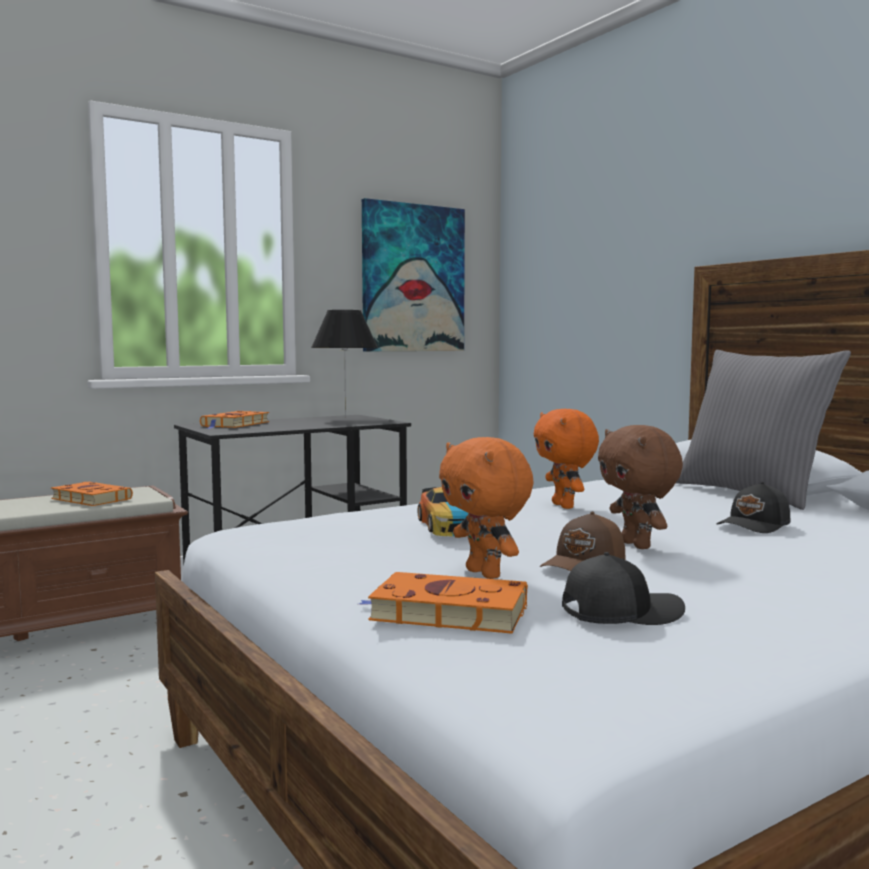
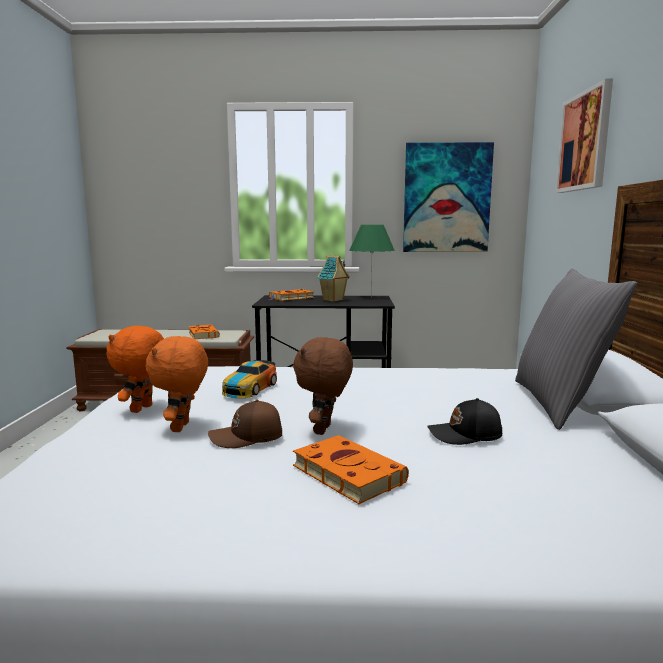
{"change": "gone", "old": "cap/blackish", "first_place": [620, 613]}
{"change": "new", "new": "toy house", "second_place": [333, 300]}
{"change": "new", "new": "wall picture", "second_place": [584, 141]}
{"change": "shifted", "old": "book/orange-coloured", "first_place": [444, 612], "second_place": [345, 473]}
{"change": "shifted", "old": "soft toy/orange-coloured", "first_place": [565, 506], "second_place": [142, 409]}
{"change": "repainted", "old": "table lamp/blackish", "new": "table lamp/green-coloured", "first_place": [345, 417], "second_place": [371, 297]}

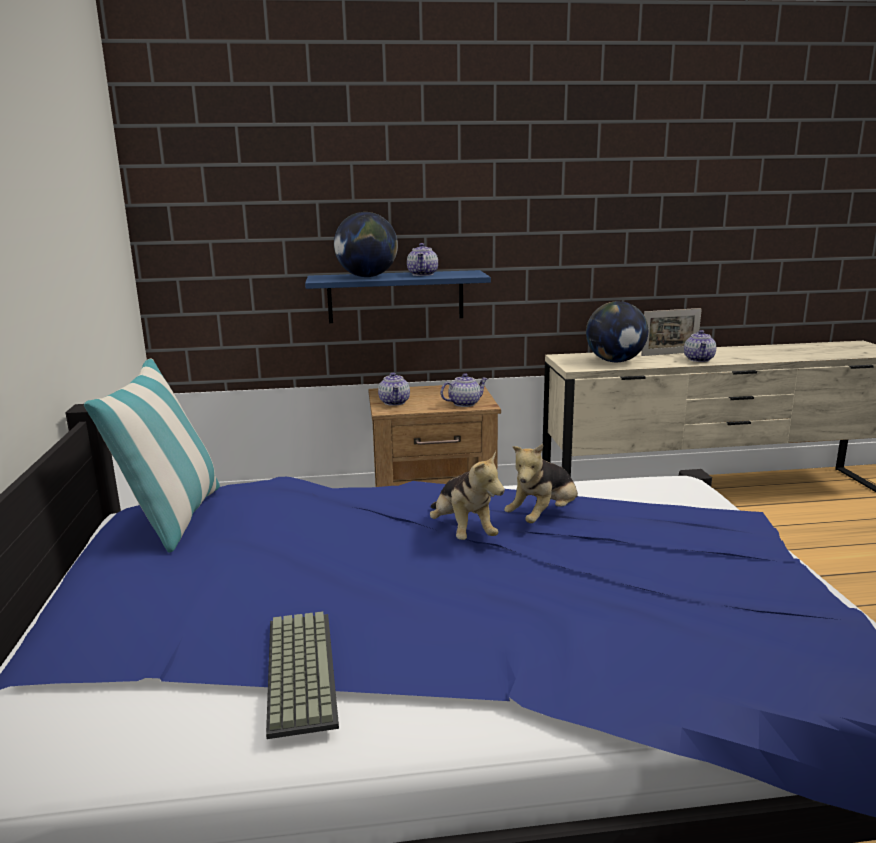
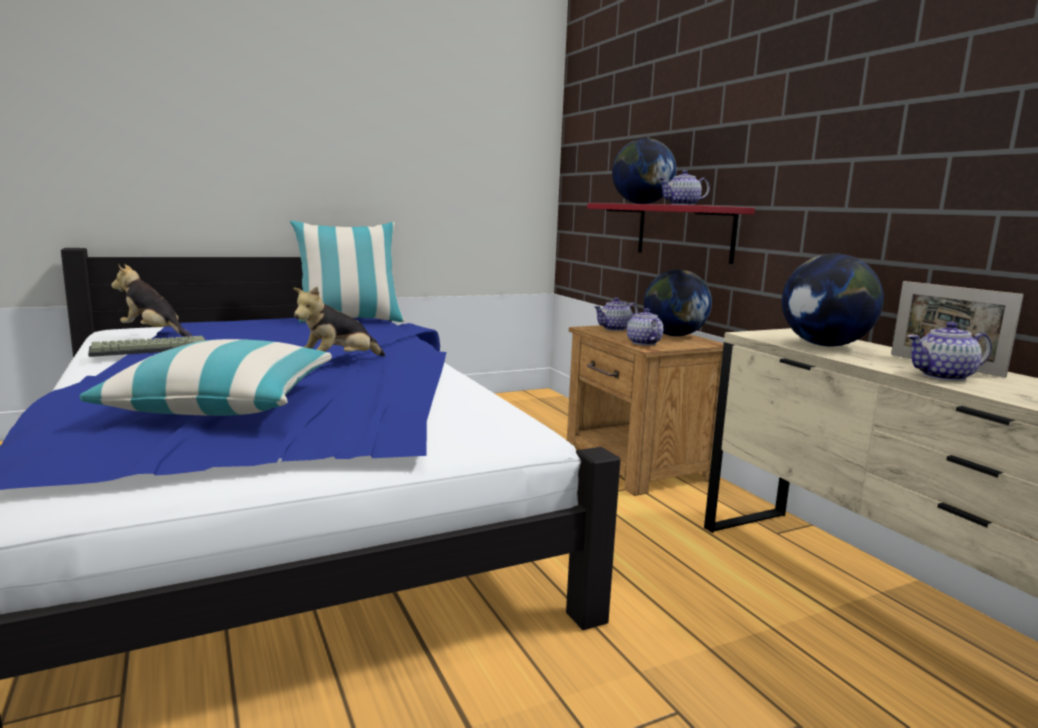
{"change": "new", "new": "throw pillow", "second_place": [224, 403]}
{"change": "new", "new": "globe", "second_place": [674, 335]}
{"change": "shifted", "old": "soft toy", "first_place": [544, 516], "second_place": [154, 333]}
{"change": "repainted", "old": "shelf/blue", "new": "shelf/reddish", "first_place": [395, 296], "second_place": [684, 232]}
{"change": "rotated", "old": "teapot", "first_place": [464, 403], "second_place": [643, 343], "degrees": -150}

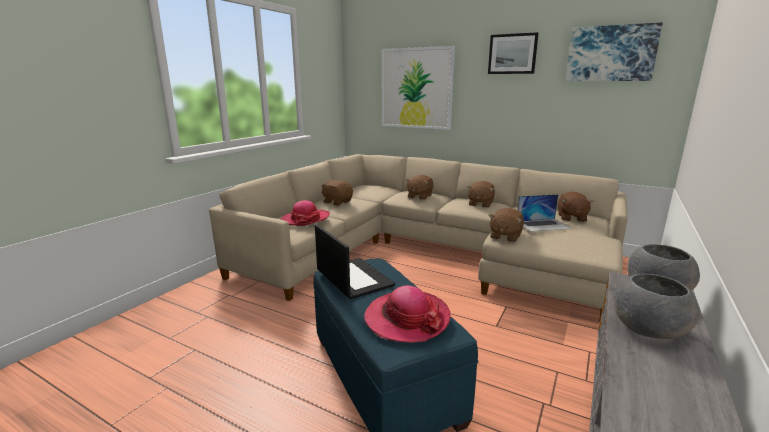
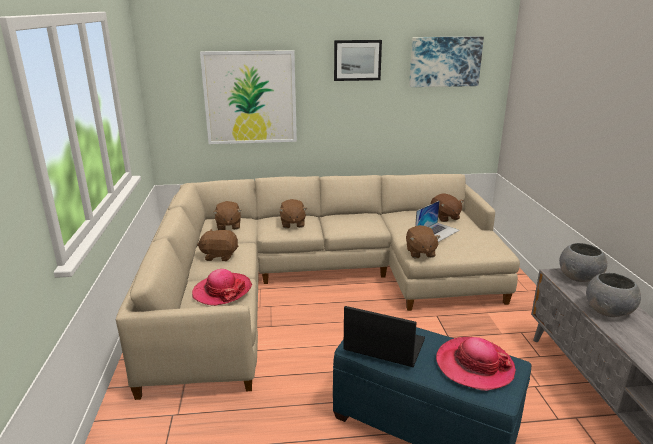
{"change": "shifted", "old": "soft toy/brownish", "first_place": [480, 204], "second_place": [228, 226]}

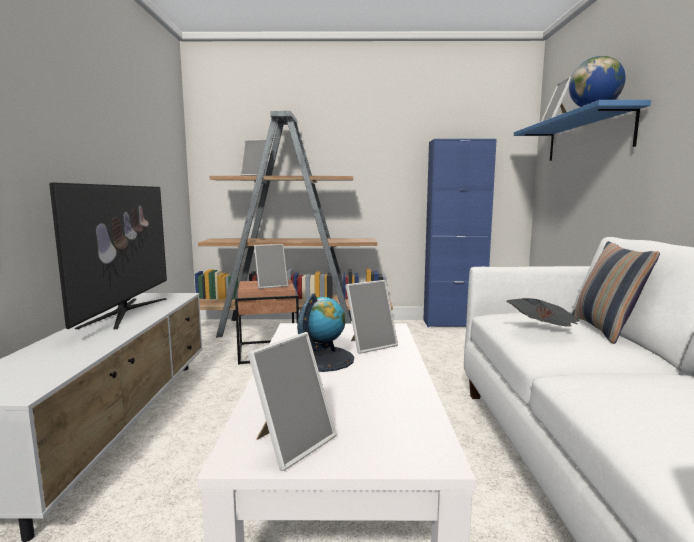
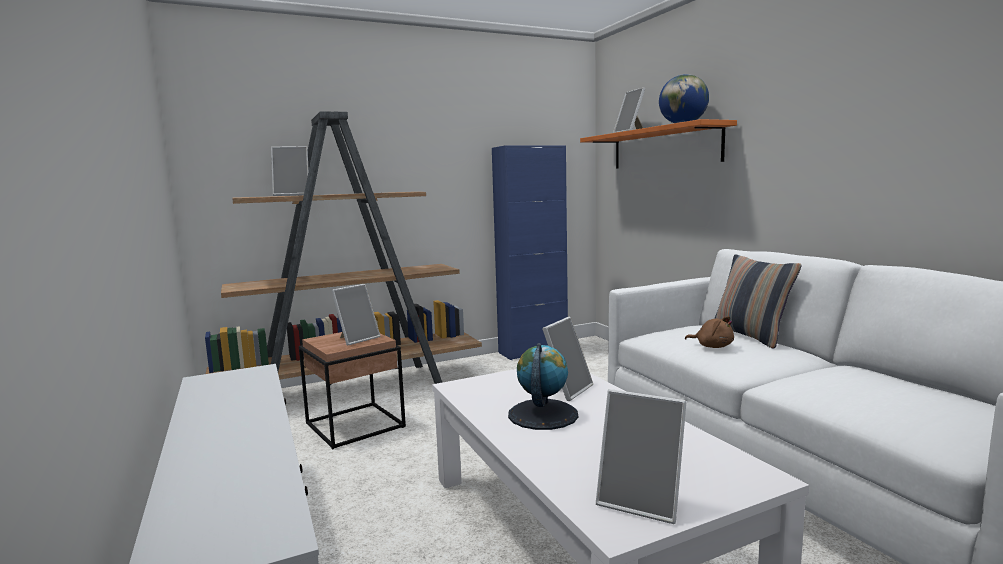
{"change": "gone", "old": "TV set", "first_place": [125, 312]}
{"change": "swapped", "old": "daily paper", "new": "soft toy/brownish", "first_place": [543, 331], "second_place": [712, 346]}
{"change": "repainted", "old": "shelf/blue", "new": "shelf/orange-coloured", "first_place": [587, 137], "second_place": [664, 148]}
{"change": "rotated", "old": "standing frame", "first_place": [292, 443], "second_place": [642, 501], "degrees": 105}

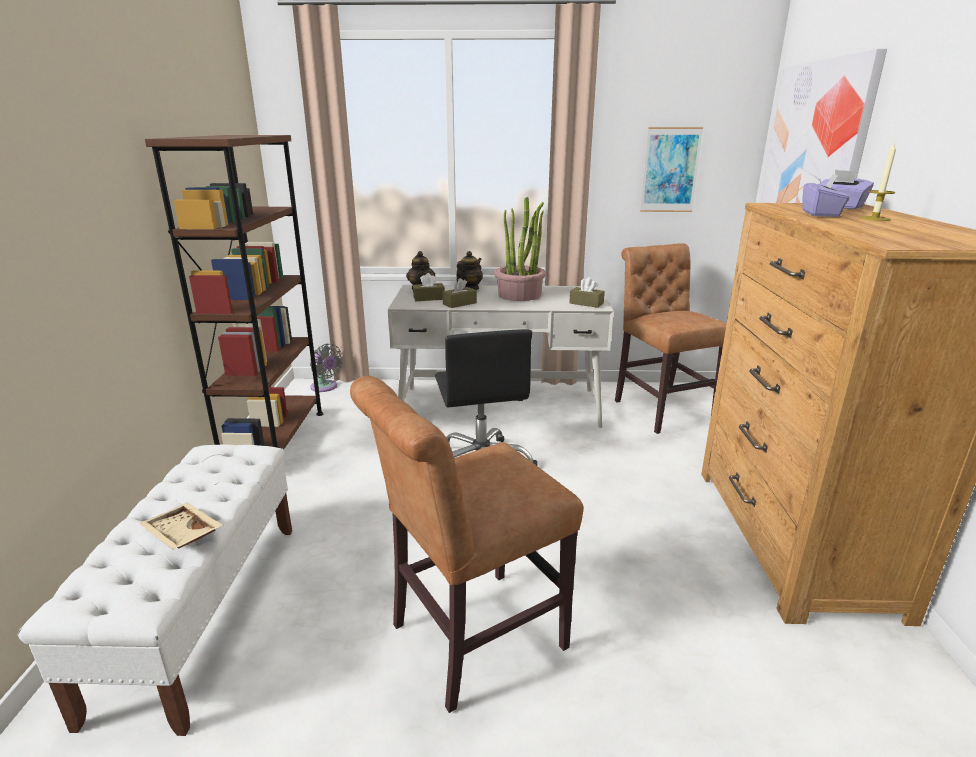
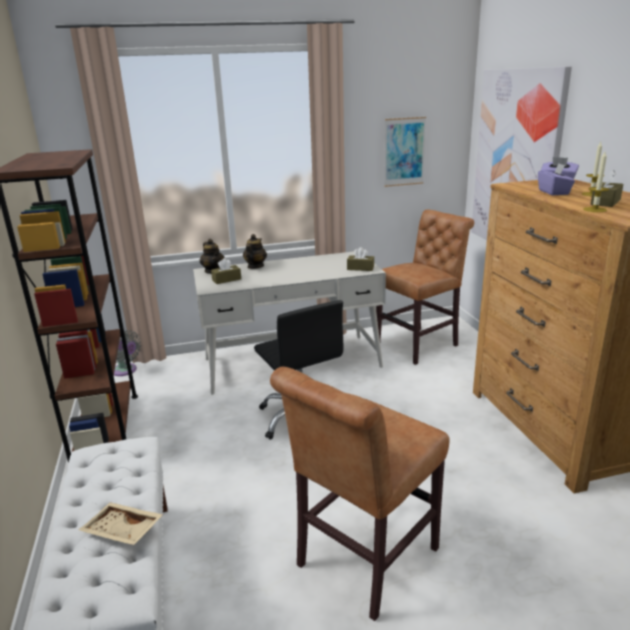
{"change": "gone", "old": "houseplant", "first_place": [519, 295]}
{"change": "new", "new": "candle", "second_place": [595, 209]}
{"change": "shifted", "old": "box of tissues/brownish", "first_place": [459, 303], "second_place": [605, 202]}
{"change": "rotated", "old": "chair/brownish", "first_place": [660, 409], "second_place": [420, 344], "degrees": 90}

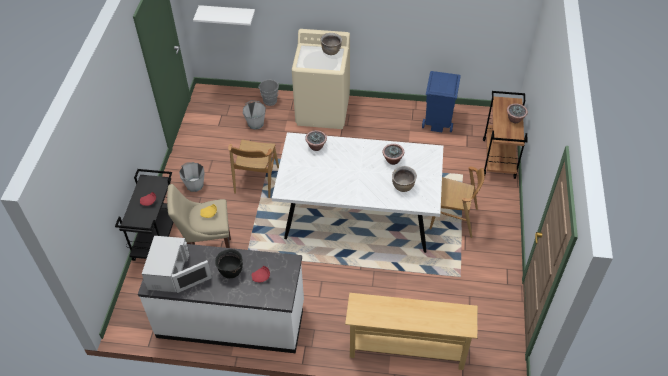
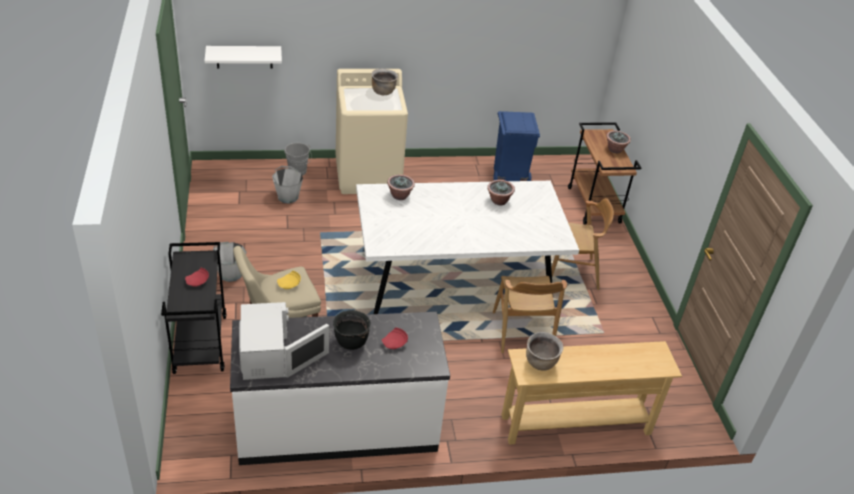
{"change": "shifted", "old": "chair/brownish", "first_place": [256, 180], "second_place": [521, 332]}
{"change": "shifted", "old": "cooking pot/brownish", "first_place": [403, 187], "second_place": [541, 363]}

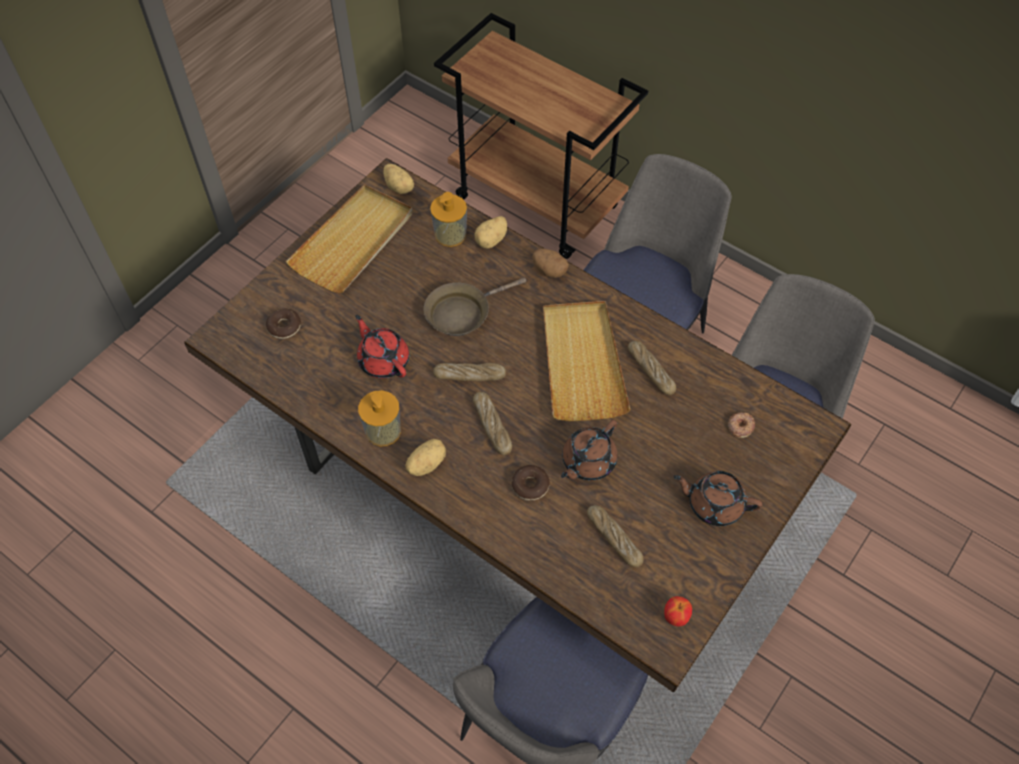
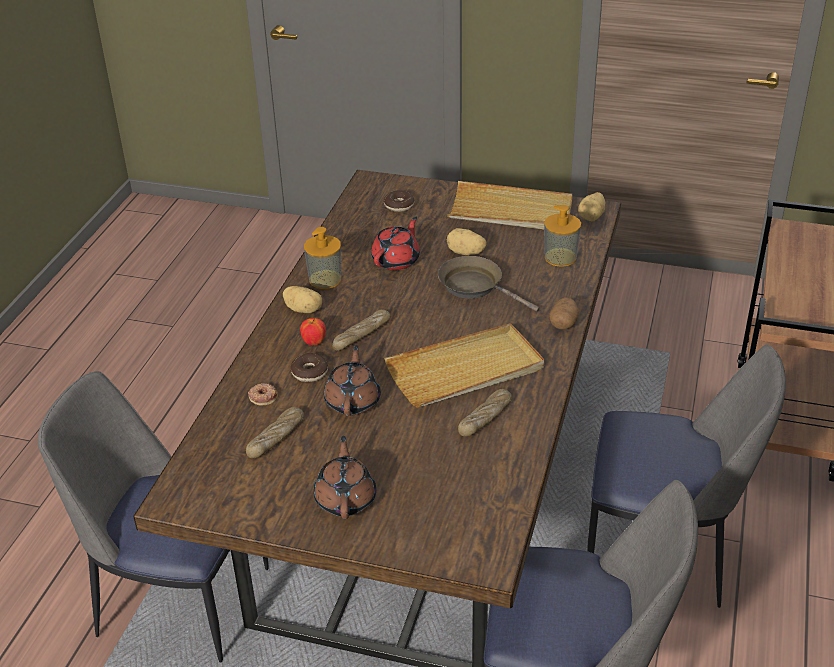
{"change": "gone", "old": "baked bread", "first_place": [469, 375]}
{"change": "shifted", "old": "whole potato", "first_place": [492, 240], "second_place": [466, 253]}
{"change": "shifted", "old": "apple", "first_place": [675, 617], "second_place": [314, 342]}
{"change": "shifted", "old": "donut", "first_place": [740, 426], "second_place": [263, 396]}
{"change": "rotated", "old": "teapot/brownish", "first_place": [587, 461], "second_place": [353, 401], "degrees": 75}

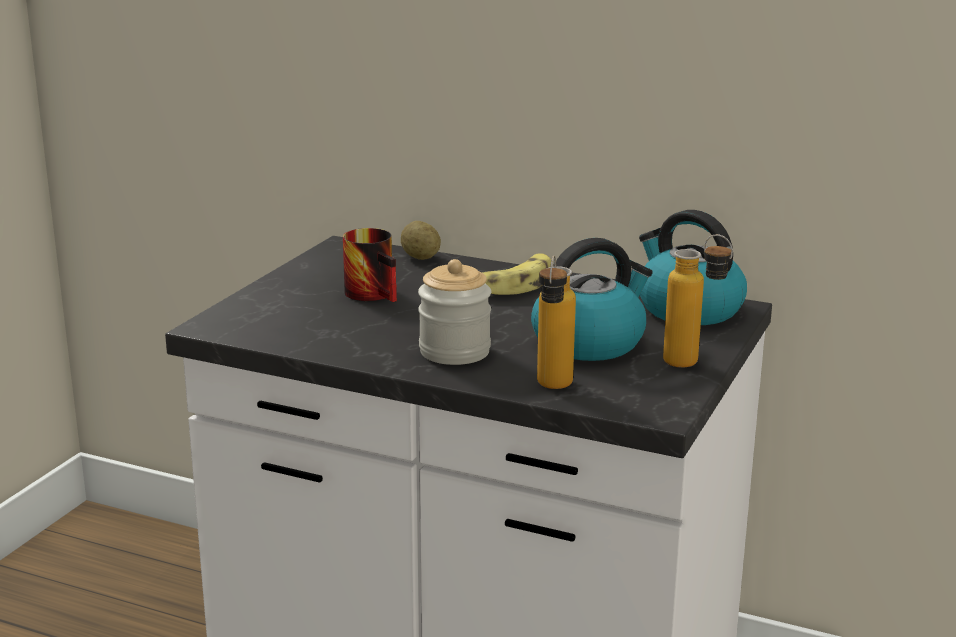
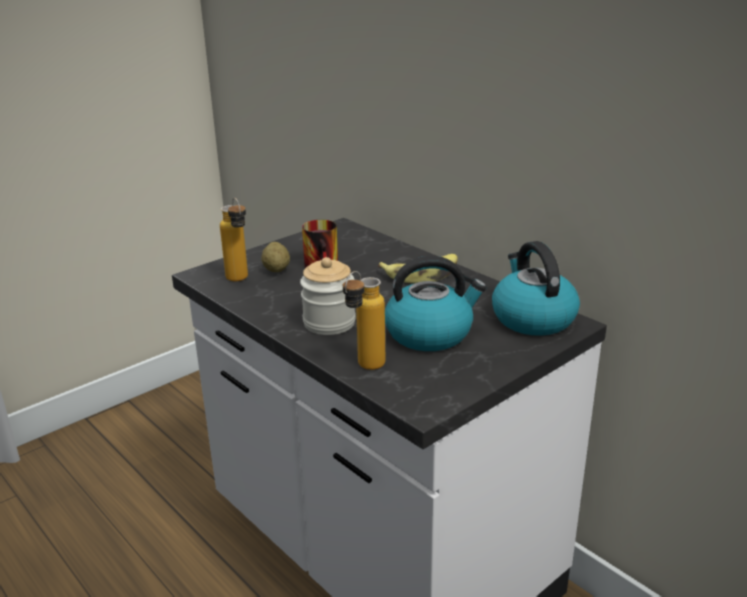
{"change": "shifted", "old": "whole potato", "first_place": [420, 257], "second_place": [276, 269]}
{"change": "shifted", "old": "bottle", "first_place": [693, 365], "second_place": [240, 281]}

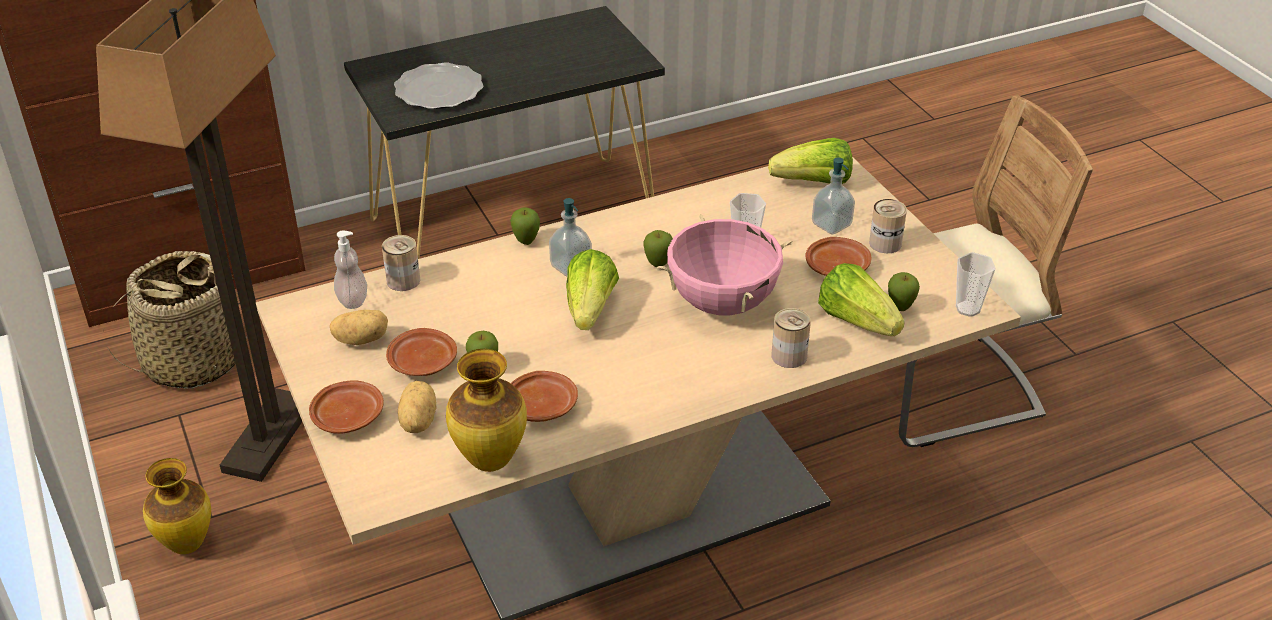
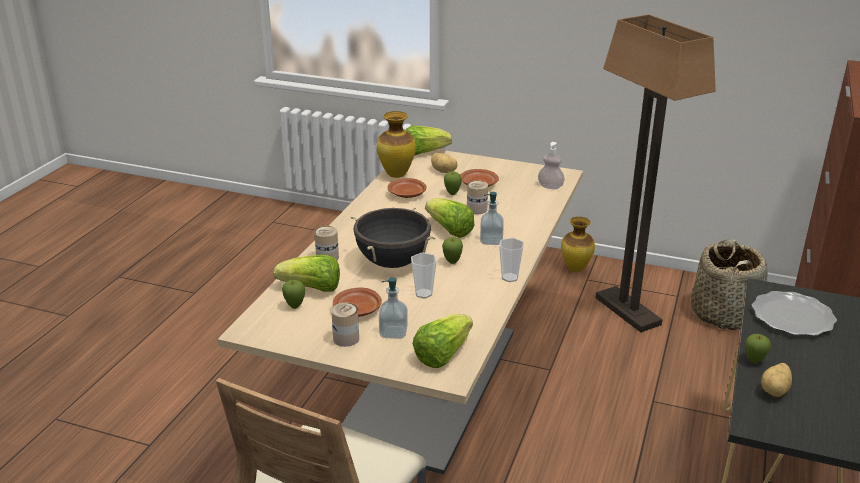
{"change": "gone", "old": "plate/brownish", "first_place": [348, 416]}
{"change": "new", "new": "lettuce", "second_place": [424, 152]}
{"change": "shifted", "old": "whole potato", "first_place": [362, 339], "second_place": [775, 390]}
{"change": "shifted", "old": "can", "first_place": [403, 280], "second_place": [477, 209]}
{"change": "shifted", "old": "apple", "first_place": [526, 242], "second_place": [754, 361]}
{"change": "shifted", "old": "cup", "first_place": [968, 309], "second_place": [509, 277]}
{"change": "repainted", "old": "cooking pot/pink", "new": "cooking pot/blackish", "first_place": [722, 302], "second_place": [393, 262]}

